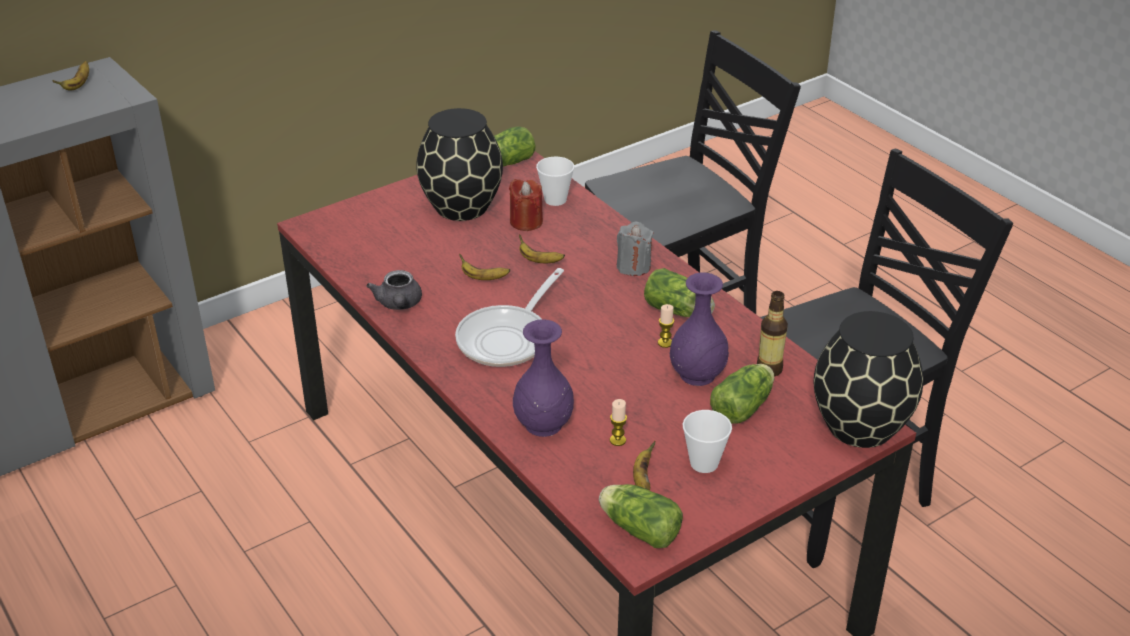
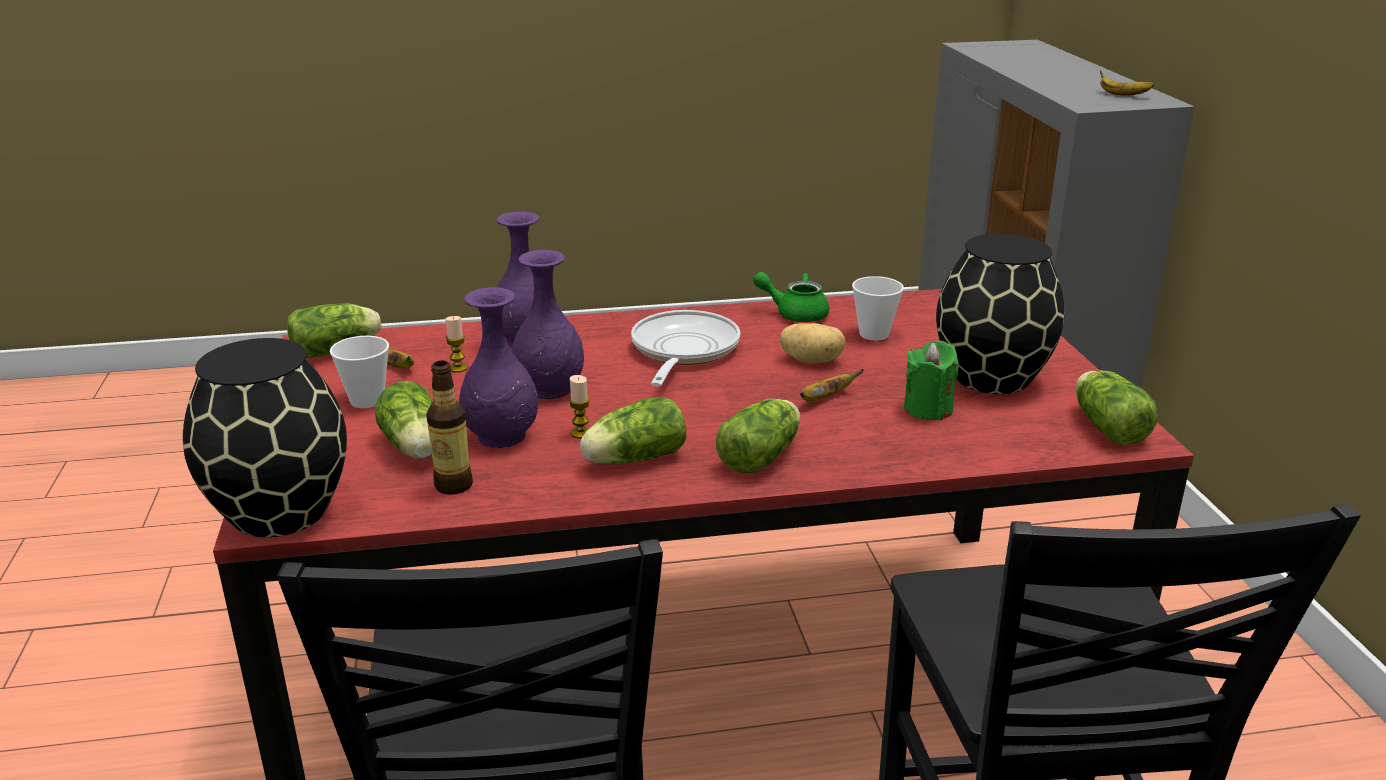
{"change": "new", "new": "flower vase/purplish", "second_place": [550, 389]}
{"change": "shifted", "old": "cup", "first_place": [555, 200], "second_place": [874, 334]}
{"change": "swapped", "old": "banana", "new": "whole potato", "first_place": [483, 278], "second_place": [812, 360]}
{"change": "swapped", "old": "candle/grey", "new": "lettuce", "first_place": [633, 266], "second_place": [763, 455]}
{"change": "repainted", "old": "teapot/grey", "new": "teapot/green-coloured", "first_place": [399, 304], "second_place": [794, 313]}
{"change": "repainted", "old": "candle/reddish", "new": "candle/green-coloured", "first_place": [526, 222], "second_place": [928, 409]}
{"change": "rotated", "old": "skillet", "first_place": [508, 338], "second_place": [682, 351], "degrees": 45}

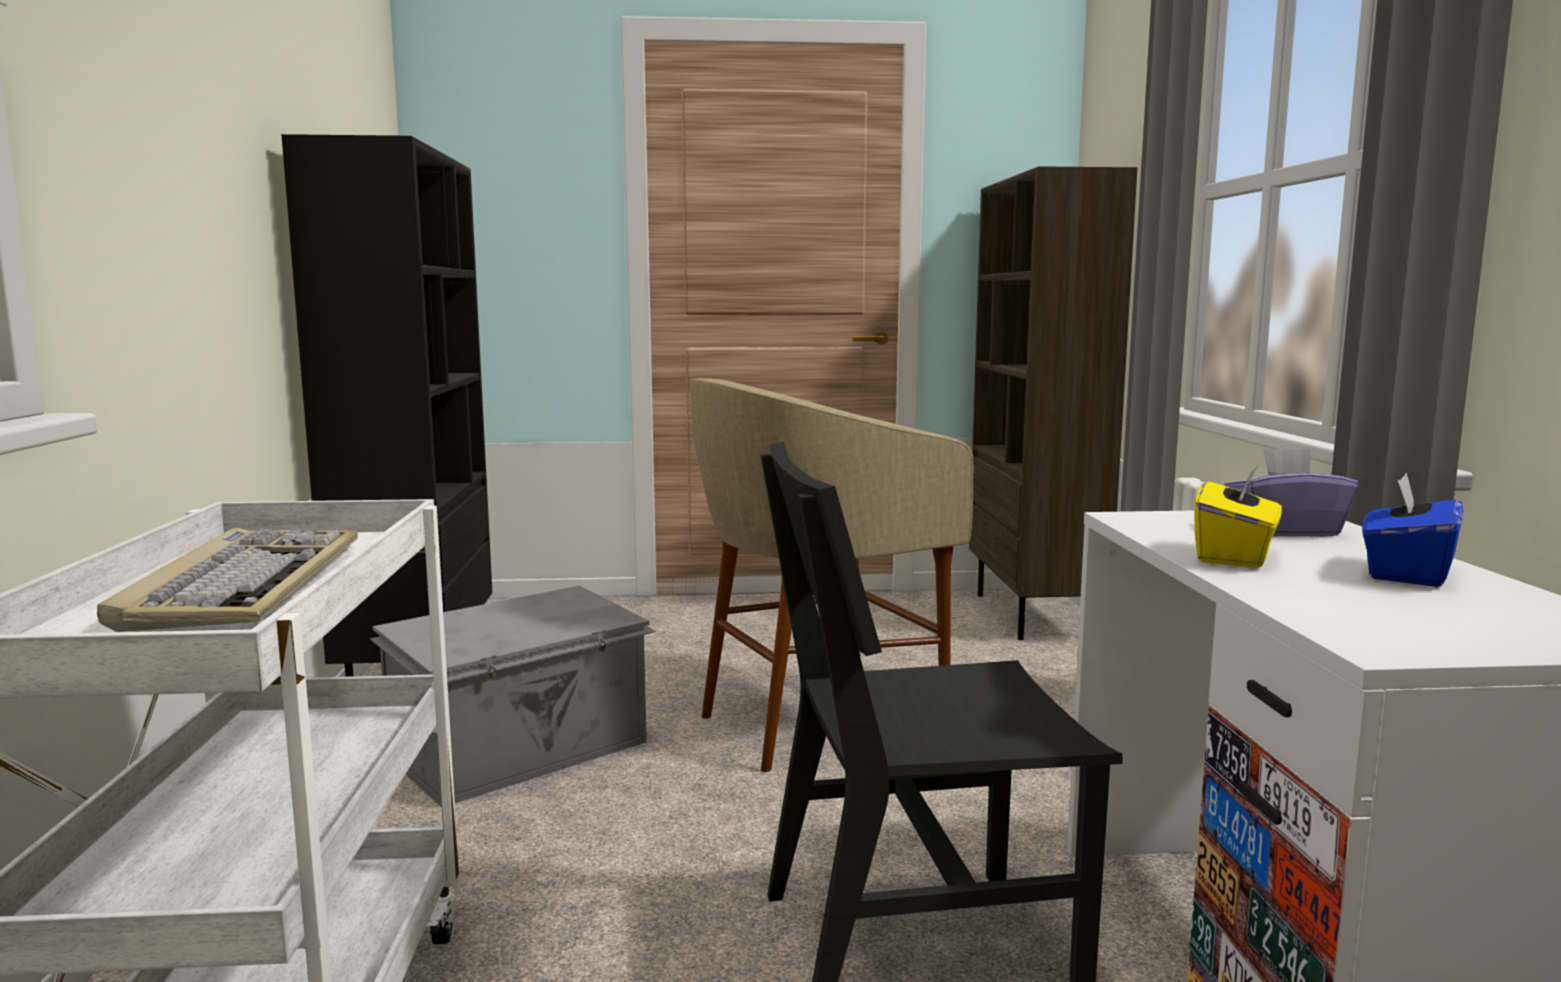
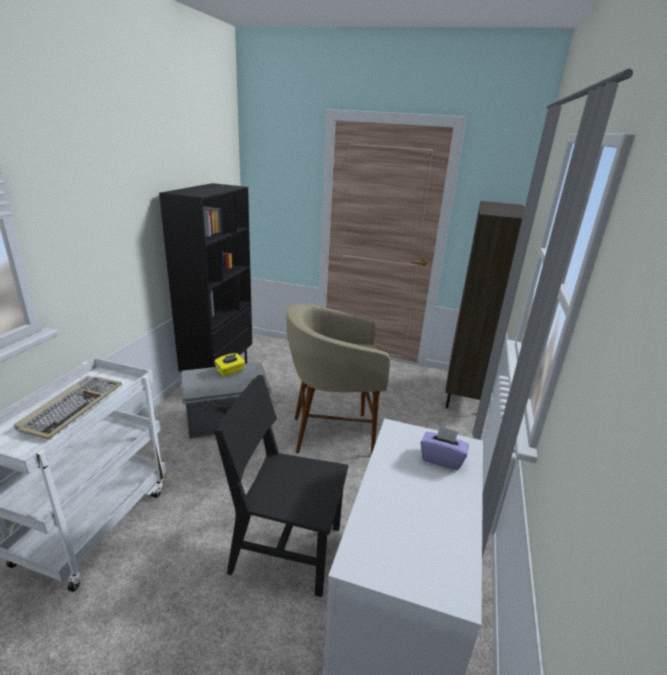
{"change": "gone", "old": "box of tissues/blue", "first_place": [1406, 573]}
{"change": "shifted", "old": "box of tissues/yellow-coloured", "first_place": [1234, 556], "second_place": [230, 371]}

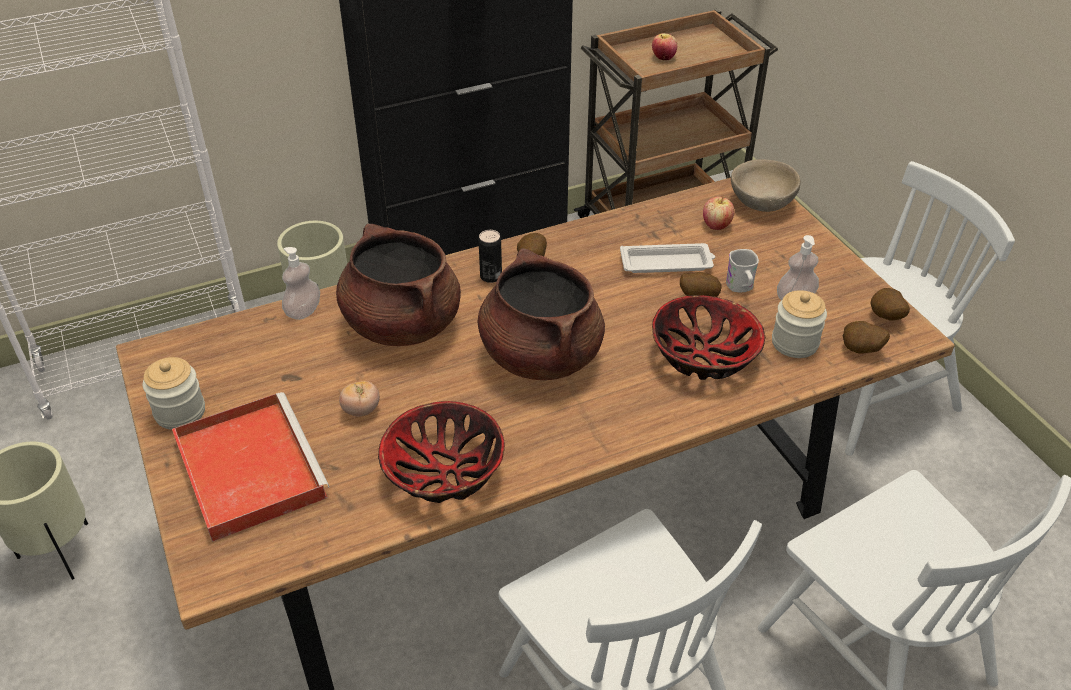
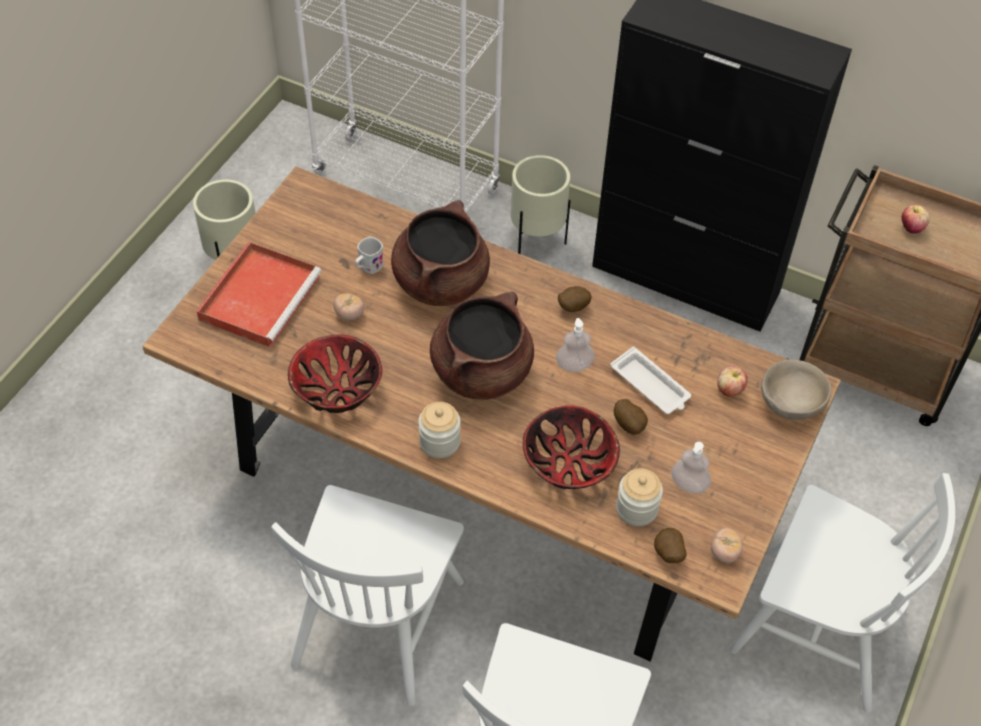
{"change": "gone", "old": "can", "first_place": [491, 276]}
{"change": "shifted", "old": "storage jar", "first_place": [180, 412], "second_place": [439, 442]}
{"change": "shifted", "old": "liquid soap bottle", "first_place": [303, 311], "second_place": [574, 365]}
{"change": "shifted", "old": "coffee mug/white-coloured", "first_place": [741, 287], "second_place": [368, 267]}
{"change": "swapped", "old": "whole potato", "new": "fresh tomato", "first_place": [885, 318], "second_place": [724, 553]}

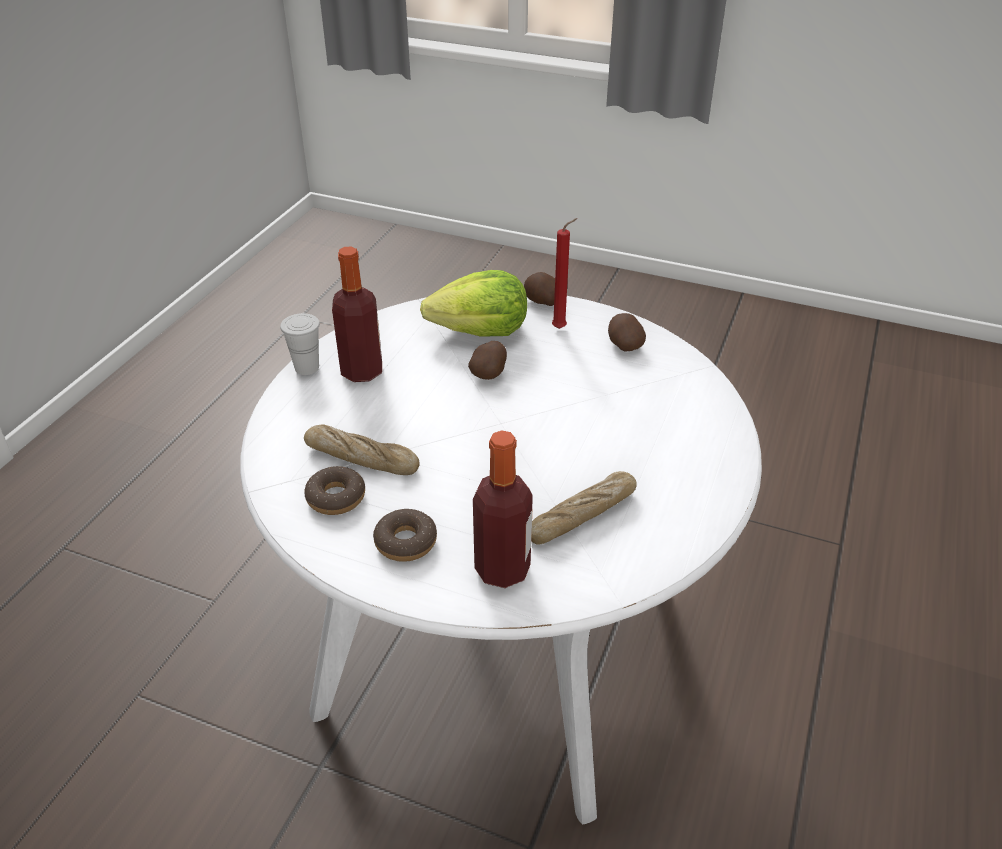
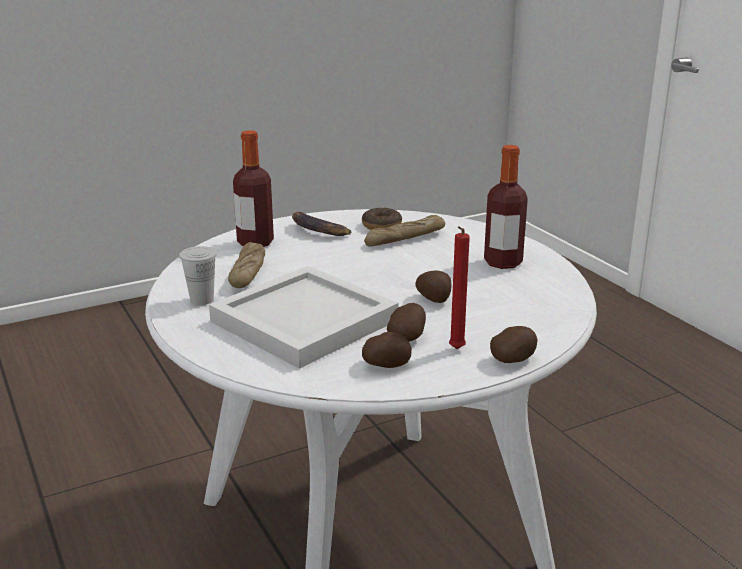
{"change": "gone", "old": "lettuce", "first_place": [480, 331]}
{"change": "new", "new": "serving tray/white-coloured", "second_place": [307, 321]}
{"change": "new", "new": "whole potato", "second_place": [408, 337]}
{"change": "shifted", "old": "cup/white-coloured", "first_place": [307, 367], "second_place": [202, 300]}
{"change": "swapped", "old": "donut", "new": "banana", "first_place": [406, 542], "second_place": [317, 230]}

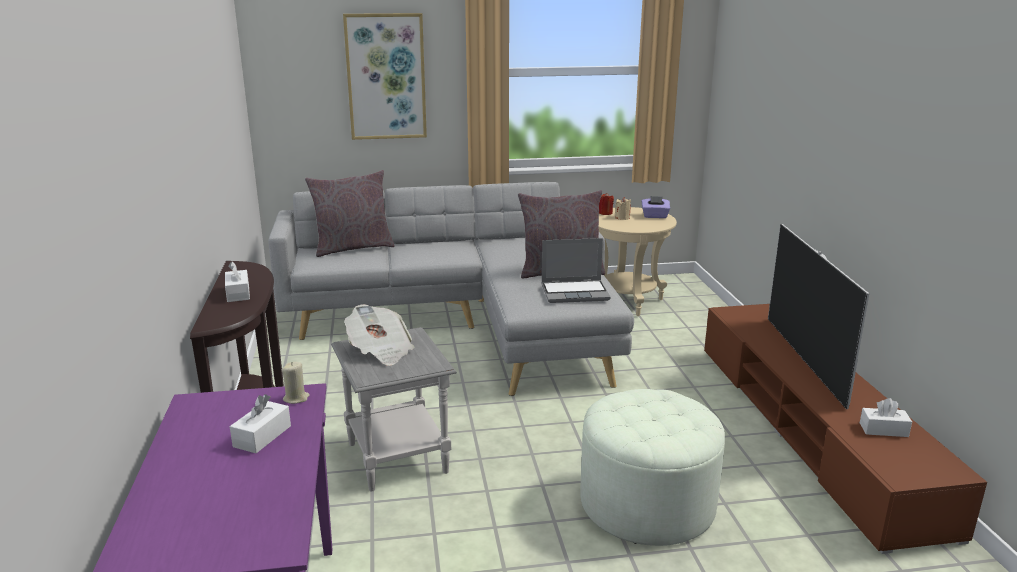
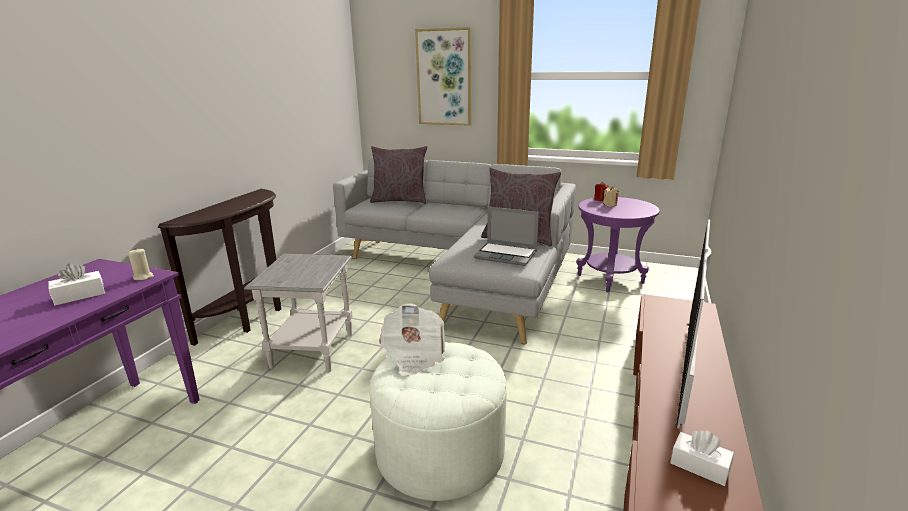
{"change": "gone", "old": "box of tissues/white-coloured", "first_place": [238, 293]}
{"change": "gone", "old": "box of tissues/purplish", "first_place": [655, 216]}
{"change": "shifted", "old": "daily paper", "first_place": [380, 351], "second_place": [413, 355]}
{"change": "repainted", "old": "side table/beige-coloured", "new": "side table/purplish", "first_place": [627, 302], "second_place": [610, 279]}

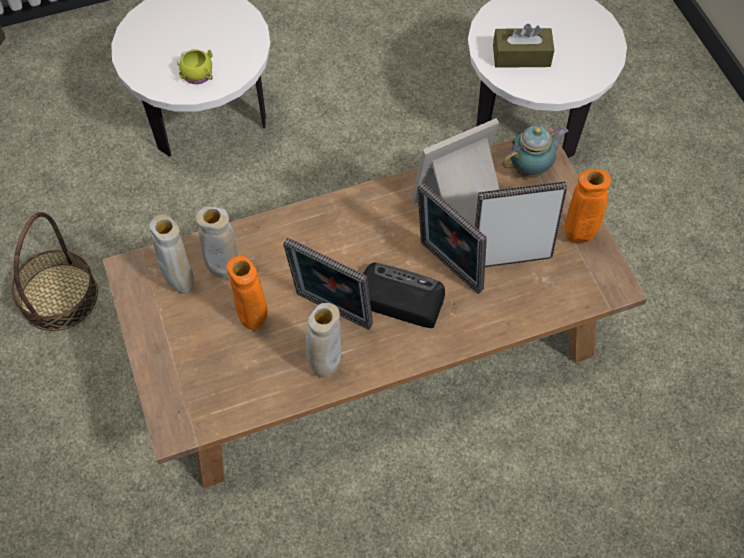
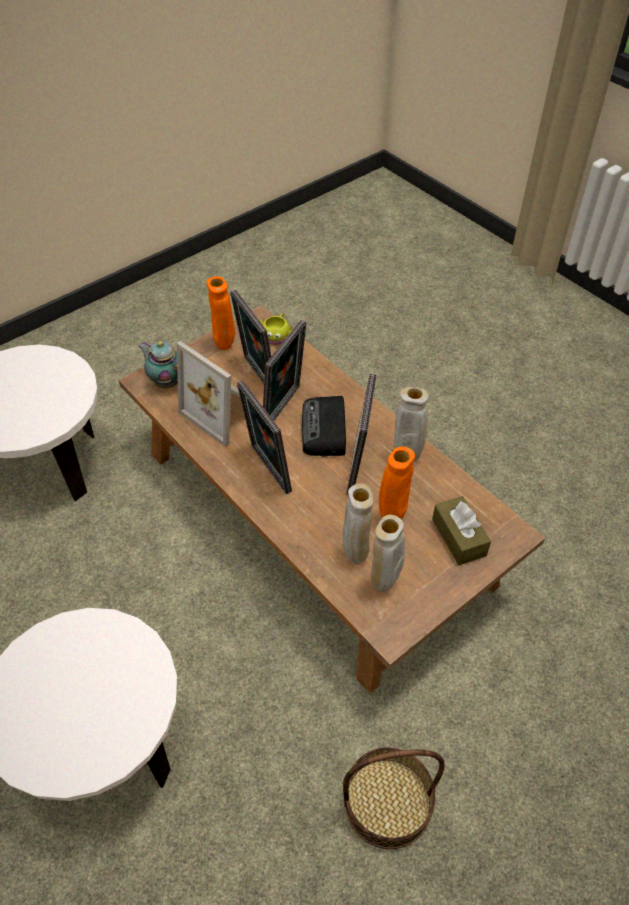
{"change": "new", "new": "standing frame", "second_place": [267, 470]}
{"change": "shifted", "old": "coffee mug/yellow-coloured", "first_place": [199, 75], "second_place": [276, 335]}
{"change": "shifted", "old": "box of tissues/brownish", "first_place": [521, 56], "second_place": [459, 537]}

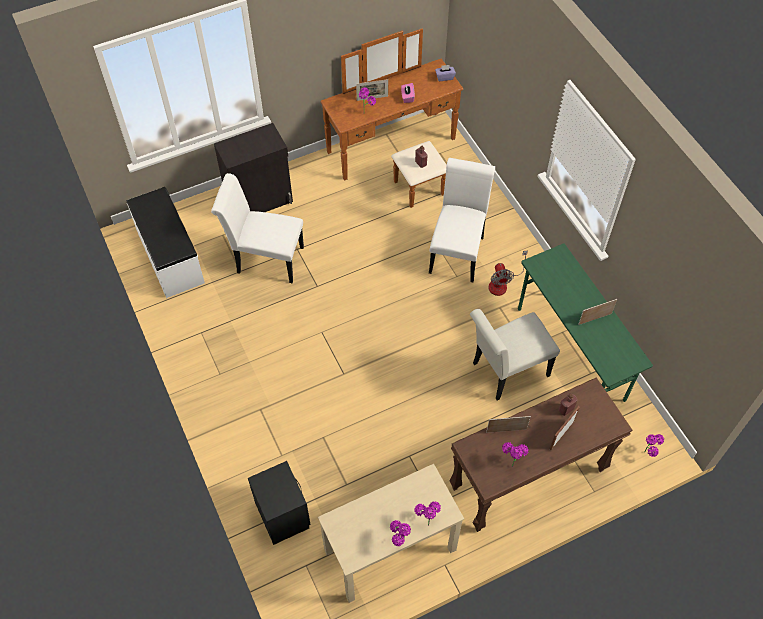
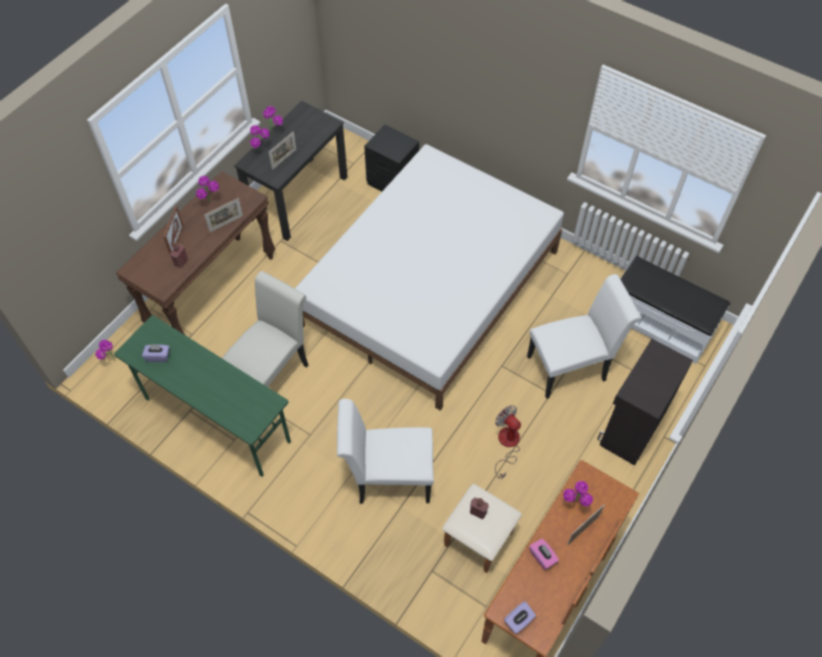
{"change": "new", "new": "box of tissues/purplish", "second_place": [158, 356]}
{"change": "new", "new": "bedroom bed/white-coloured", "second_place": [431, 288]}
{"change": "shifted", "old": "cooling fan", "first_place": [502, 283], "second_place": [507, 445]}
{"change": "shifted", "old": "standing frame", "first_place": [595, 319], "second_place": [284, 159]}
{"change": "repainted", "old": "desk unit/beige-coloured", "new": "desk unit/blackish", "first_place": [389, 550], "second_place": [298, 197]}
{"change": "rotated", "old": "chair/white-coloured", "first_place": [457, 251], "second_place": [387, 478], "degrees": 105}

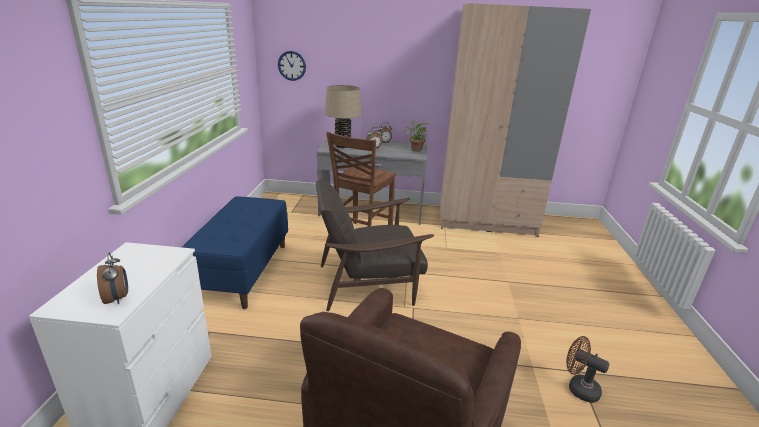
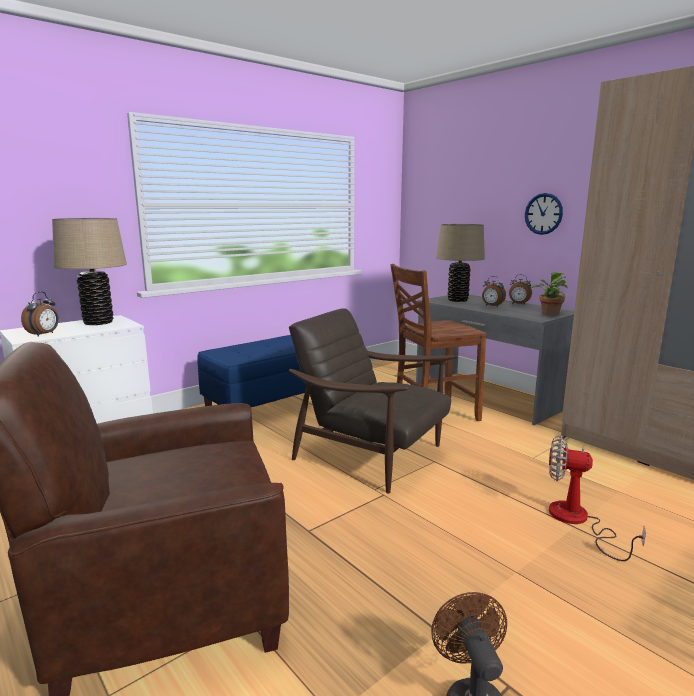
{"change": "new", "new": "table lamp/beige-coloured", "second_place": [98, 322]}
{"change": "new", "new": "cooling fan", "second_place": [577, 521]}
{"change": "shifted", "old": "clock on the wall", "first_place": [292, 65], "second_place": [543, 214]}

